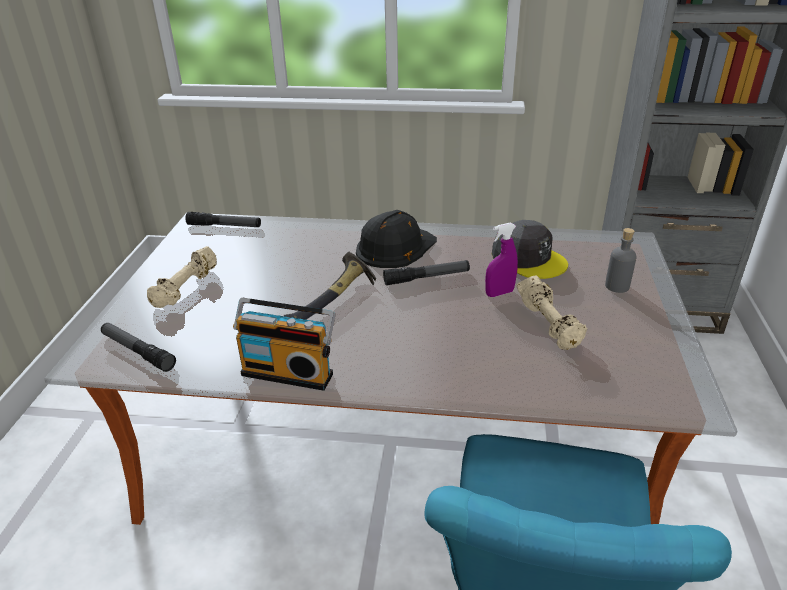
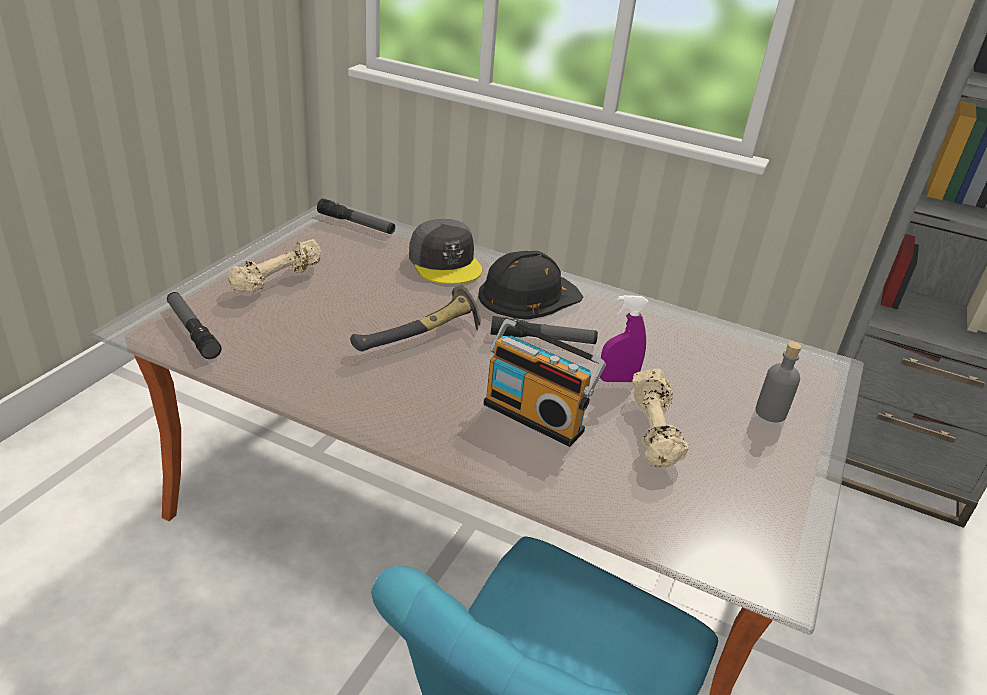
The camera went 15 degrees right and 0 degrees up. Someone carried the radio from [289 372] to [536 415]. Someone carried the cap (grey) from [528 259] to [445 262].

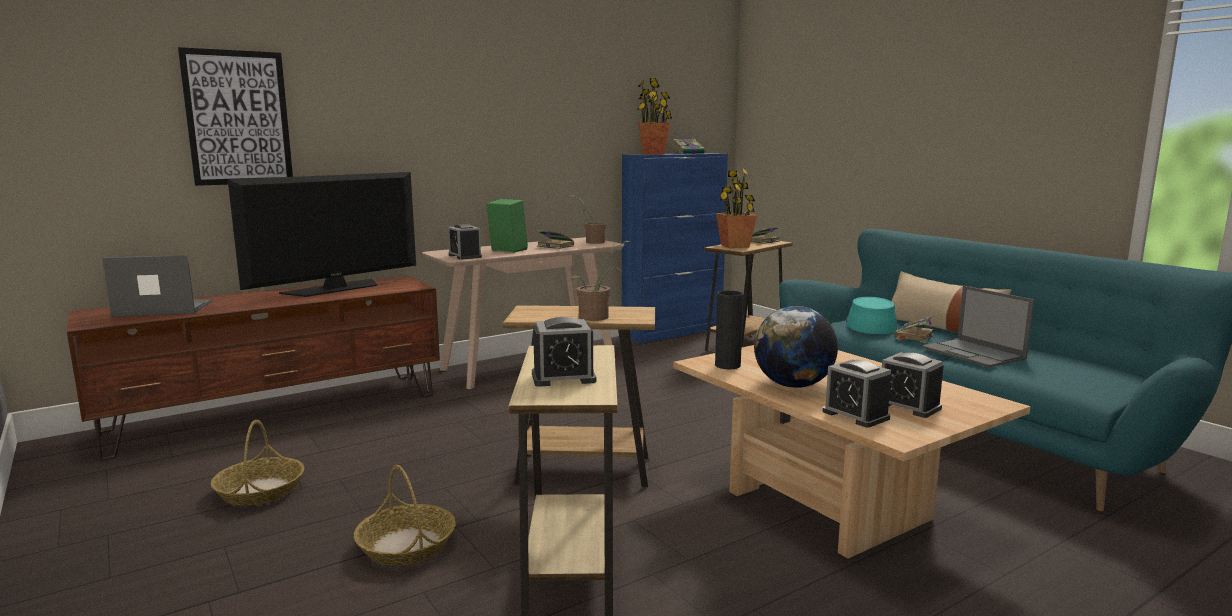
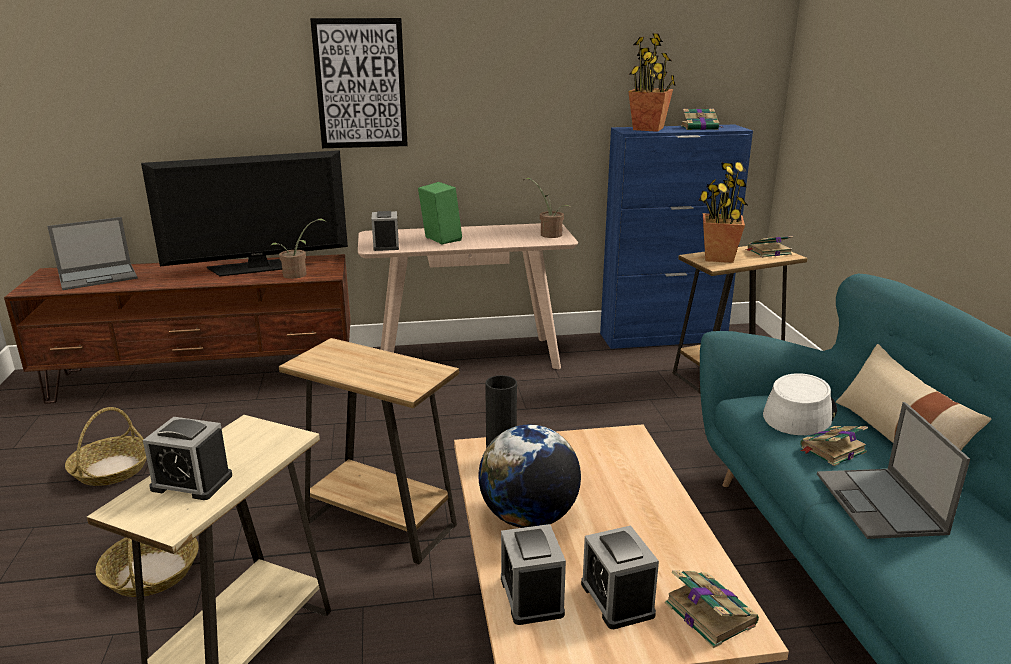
The camera went 25 degrees right and 10 degrees up. Someone rotated the laptop at [162 309] by 135 degrees clockwise. Someone carried the picture from [238 118] to [360 84]. Someone carried the book from [554 246] to [708 612]. Someone carried the potted plant from [598 316] to [298 275]. Someone repainted the hat (turquoise) at [870 325], which became the hat (grey) at [799 413].

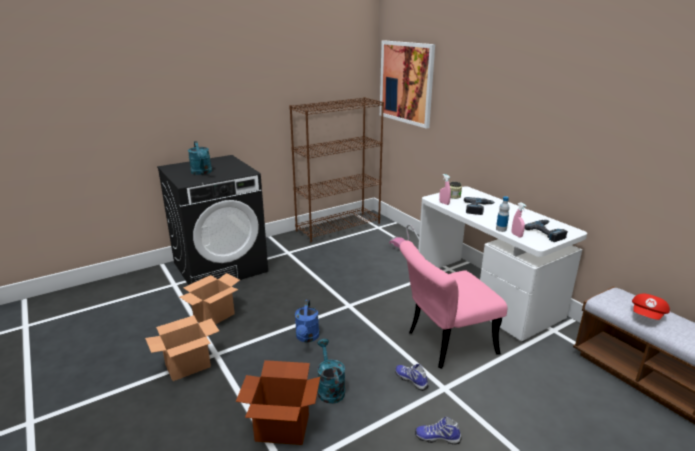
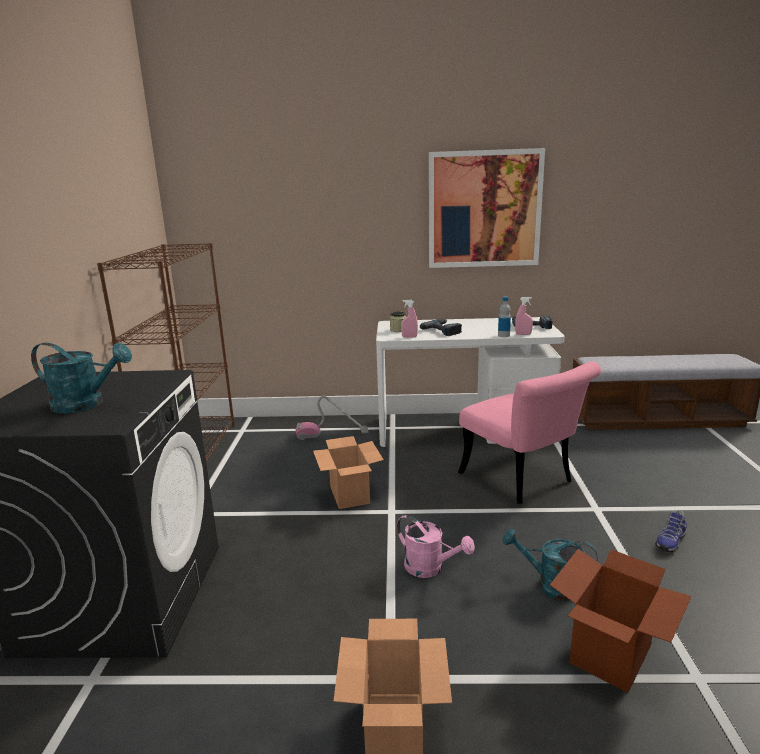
The camera went 55 degrees left and 5 degrees down. Someone carried the cardboard box from [214 317] to [350 495]. Someone repainted the watering can (blue) at [307 338], which became the watering can (pink) at [430 568]. Someone carried the picture from [406 83] to [484 209]. Someone took away the shoe at [411 380]. Someone rotated the chair (pink) at [444 343] by 45 degrees counterclockwise. Someone took away the cap (red) at [647 315].

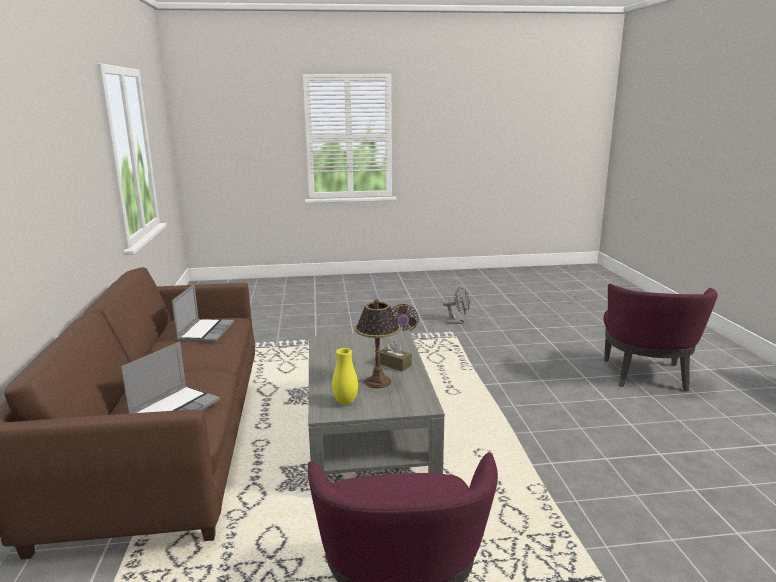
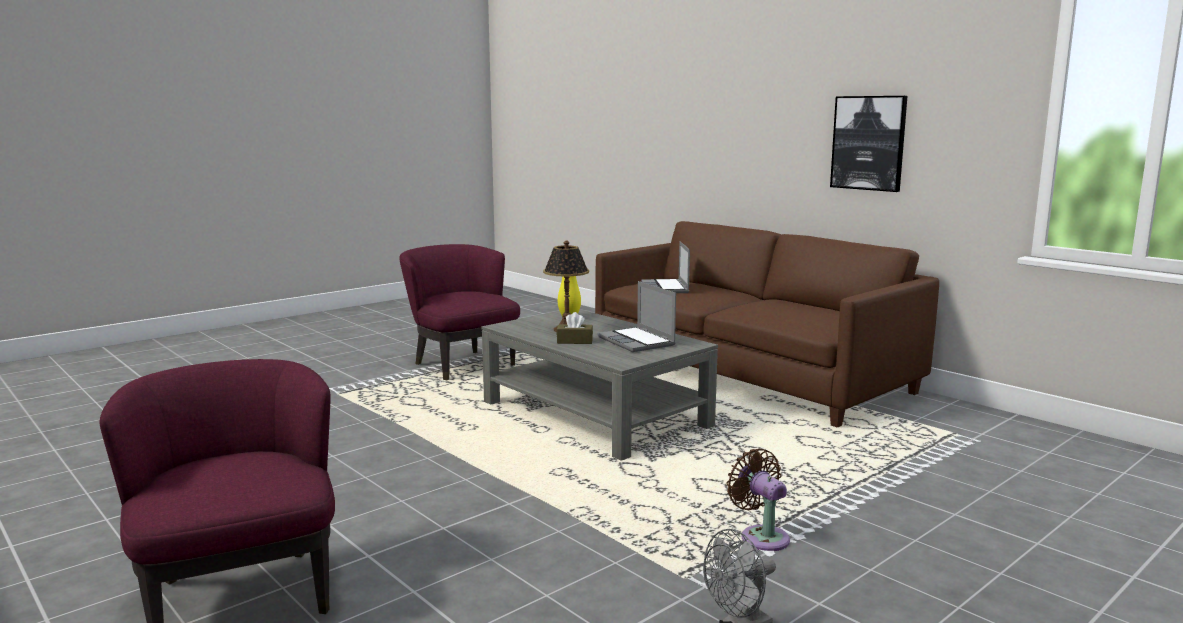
The camera went 145 degrees right and 5 degrees down. Someone carried the laptop from [205 331] to [637 341]. Someone put up the picture at [868 143].

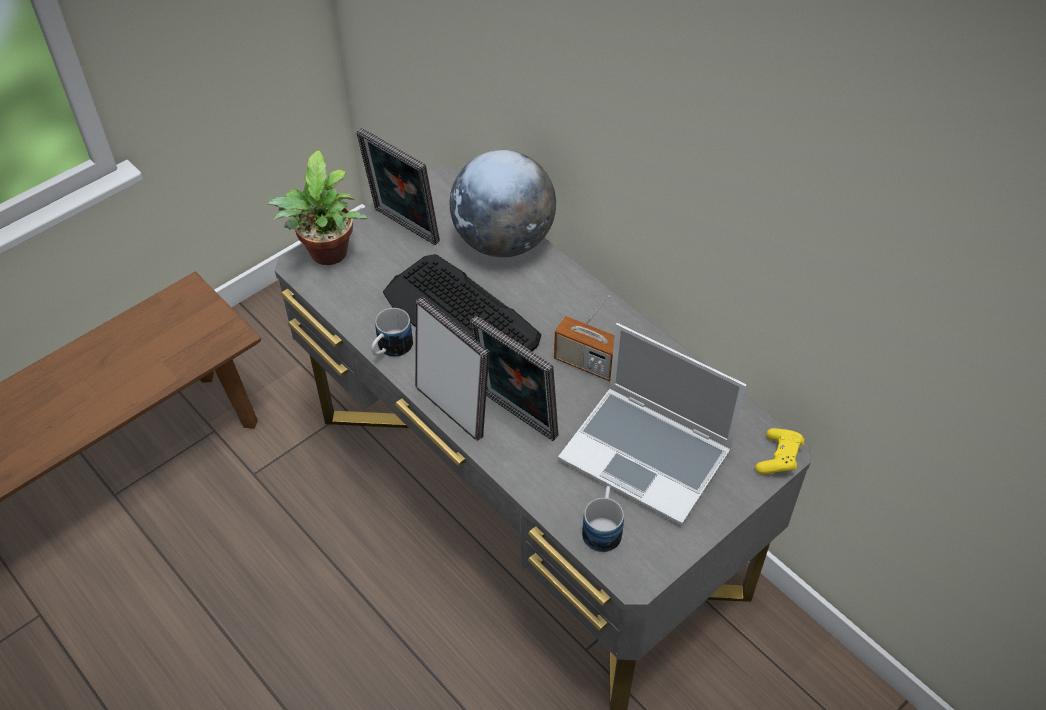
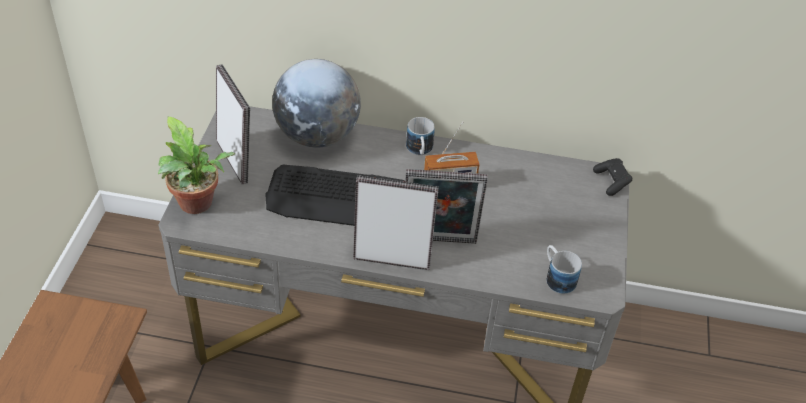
The camera went 40 degrees left and 5 degrees down. Someone rotated the picture frame at [403 228] by 120 degrees counterclockwise. Someone carried the mug from [390 349] to [420 151]. Someone took away the laptop at [648 456]. Someone repainted the game controller (yellow) at [779 458], which became the game controller (black) at [612 181].

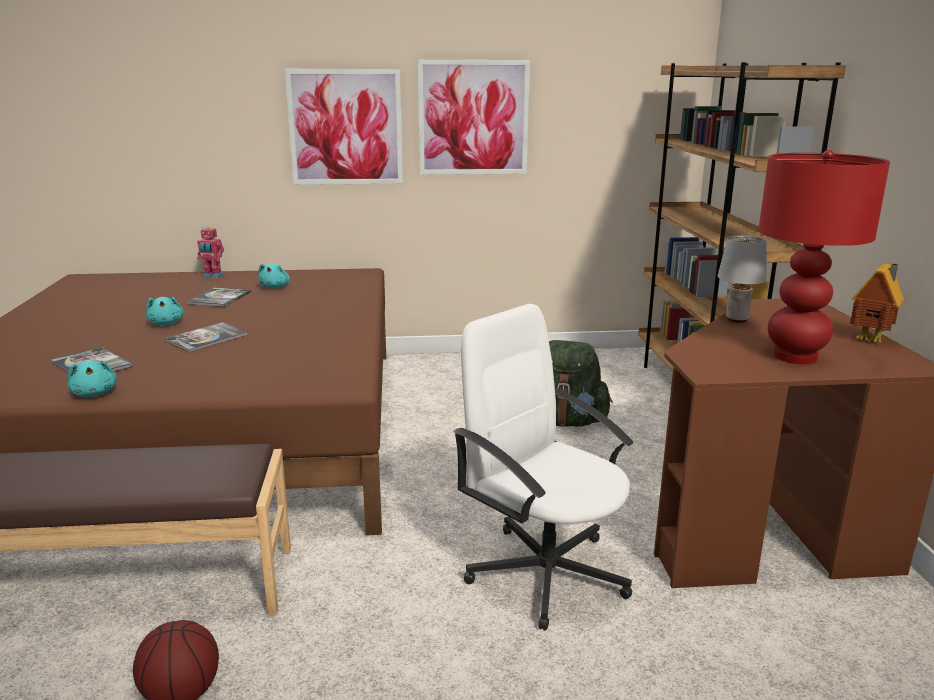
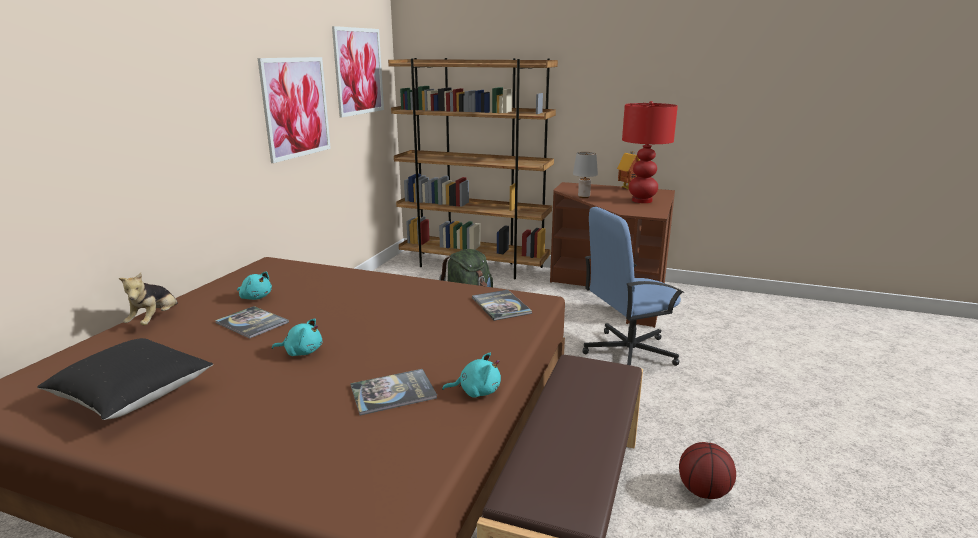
The camera went 65 degrees left and 0 degrees up. Someone carried the book from [206 338] to [501 306]. Someone swapped the toy robot at [213 276] for the plush toy at [155 320]. Someone carried the picture from [345 127] to [359 71]. Someone repainted the office chair (white) at [545 572], which became the office chair (blue) at [628 352]. Someone put down the pillow (black) at [133 396].

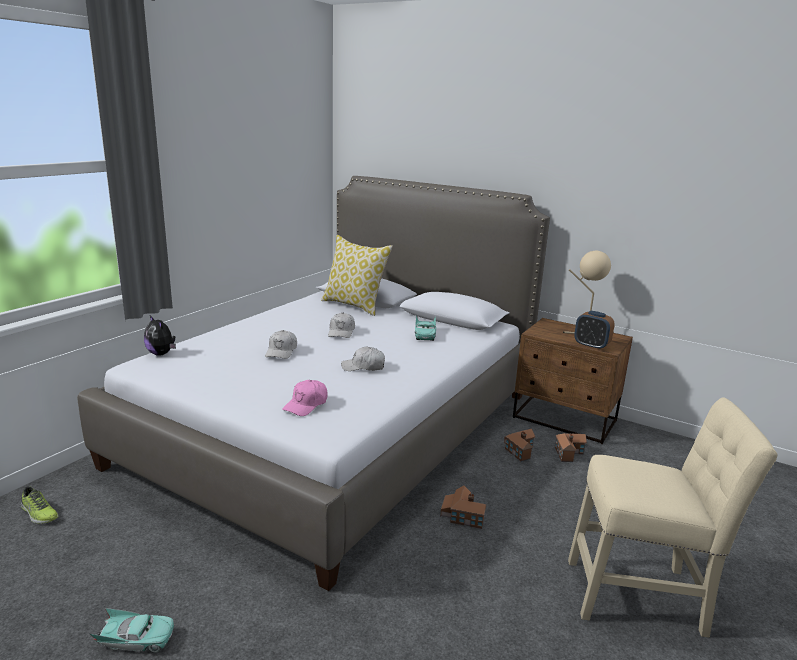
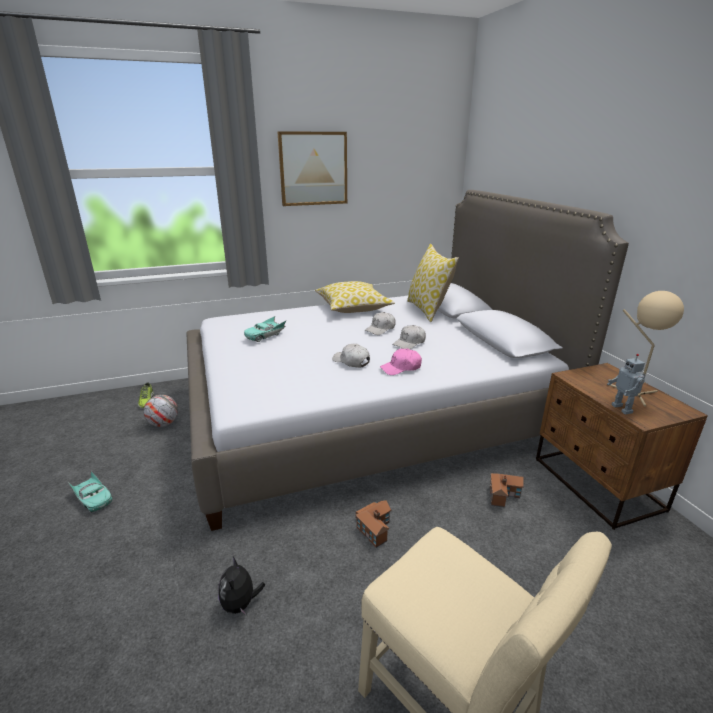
The camera went 40 degrees right and 5 degrees up. Someone carried the plush toy from [161 354] to [240 604]. Someone carried the cap (white) from [281 351] to [409 343]. Someone carried the cap (pink) from [306 405] to [401 368]. Someone carried the toy car (turquoise) from [425 334] to [265 335]. Someone took away the toy house at [569 452]. Someone swapped the alarm clock at [591 346] for the toy robot at [622 409]. Someone put down the football at [163 424]. Someone put up the picture at [313 169]. Someone put down the pillow at [353 307].

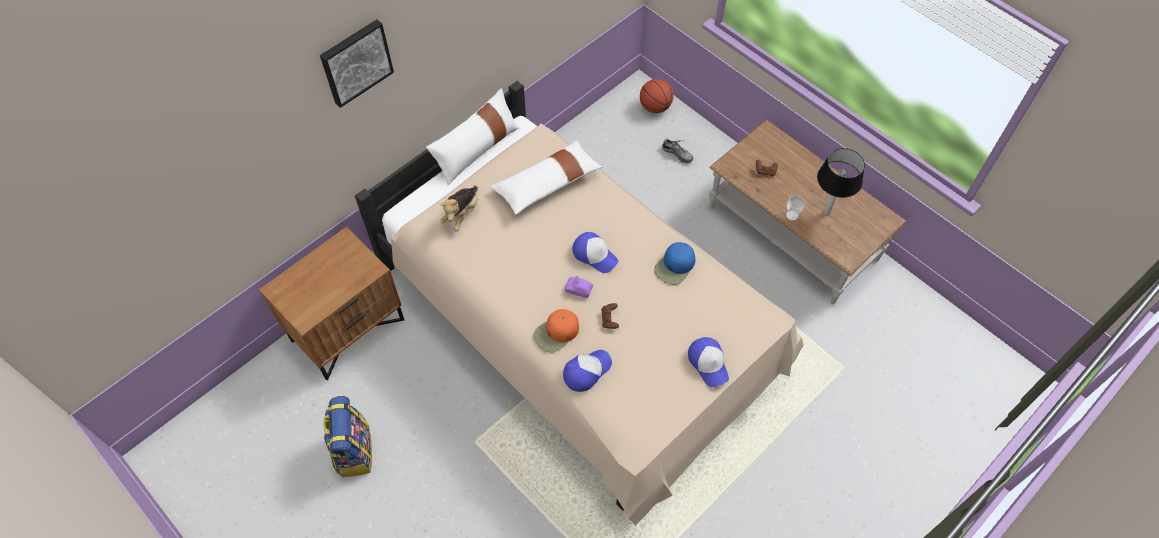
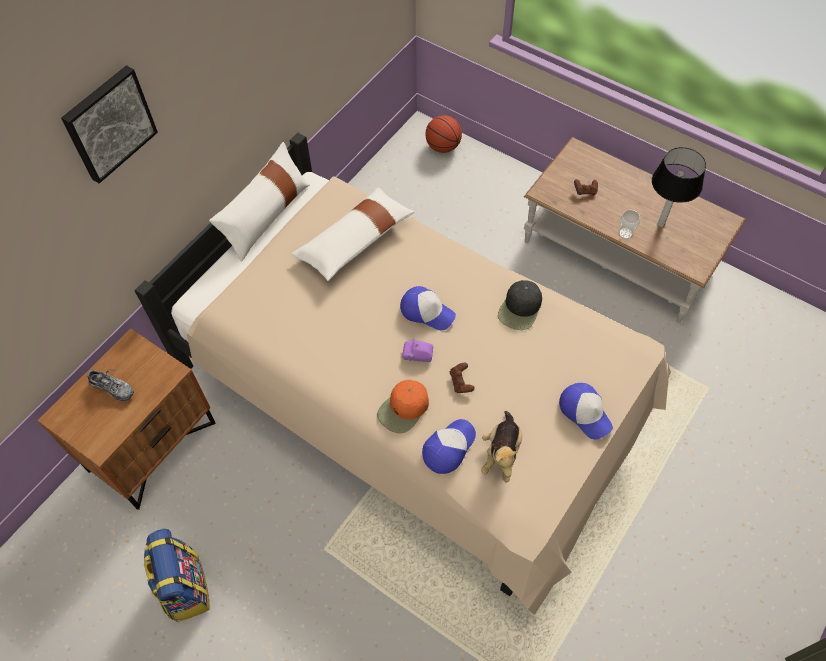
The camera went 10 degrees left and 0 degrees up. Someone carried the plush toy from [462 214] to [501 453]. Someone repainted the cap (blue) at [675 266], which became the cap (black) at [520 309]. Someone carried the shoe from [677 154] to [112 388].

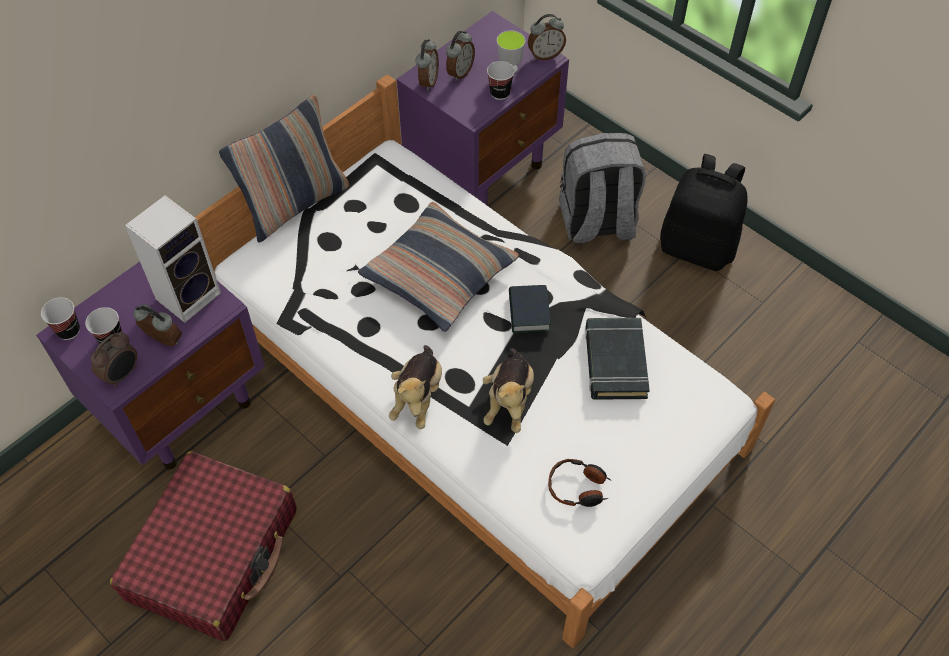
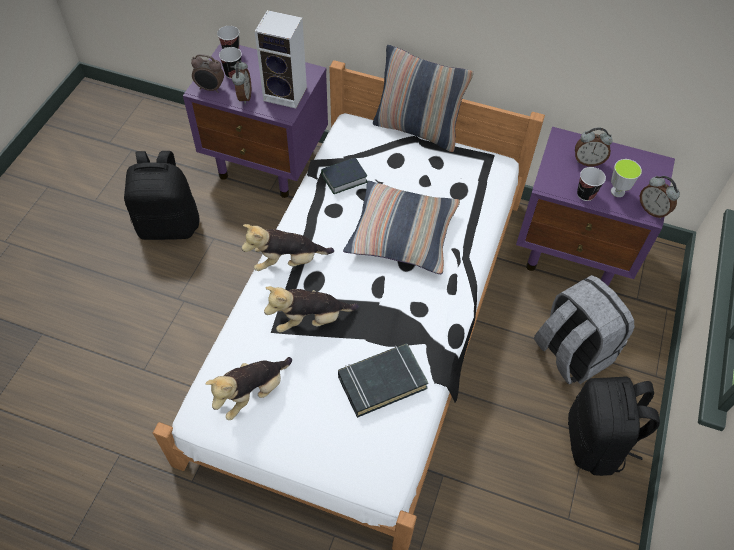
The camera went 65 degrees right and 0 degrees up. Someone swapped the suitcase (red) at [214 554] for the backpack (black) at [169 225]. Someone took away the alarm clock at [427 82]. Someone carried the book from [528 312] to [344 178]. Someone swapped the headphones at [578 487] for the plush toy at [252 393].

